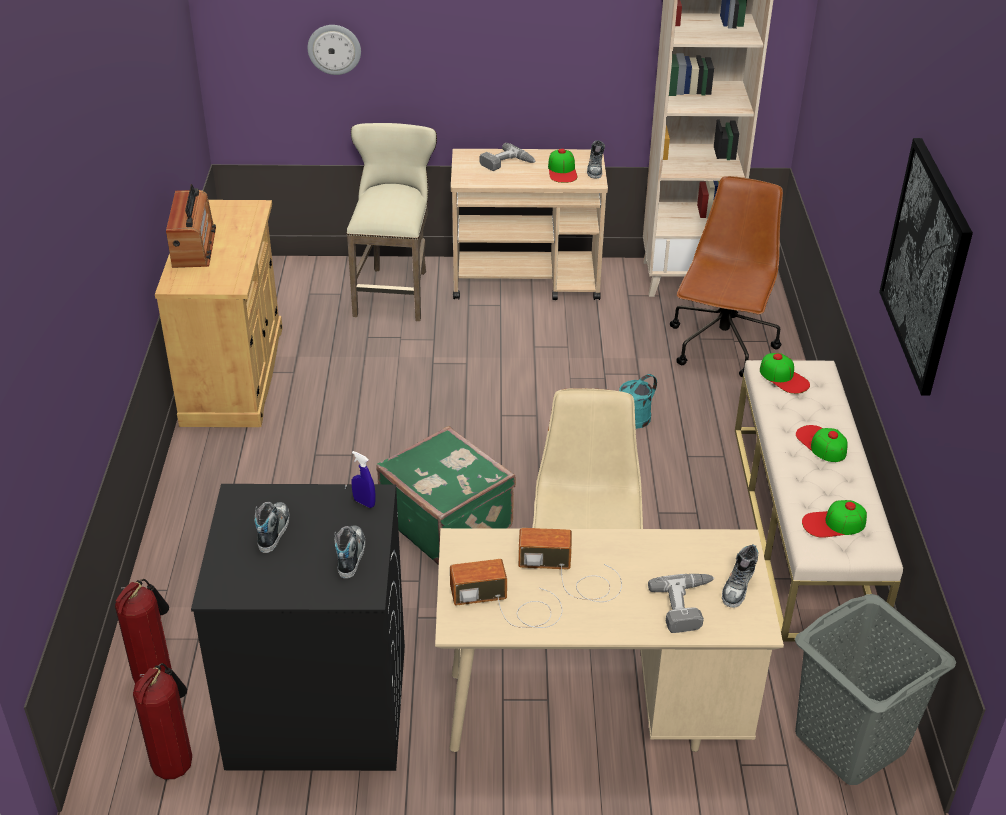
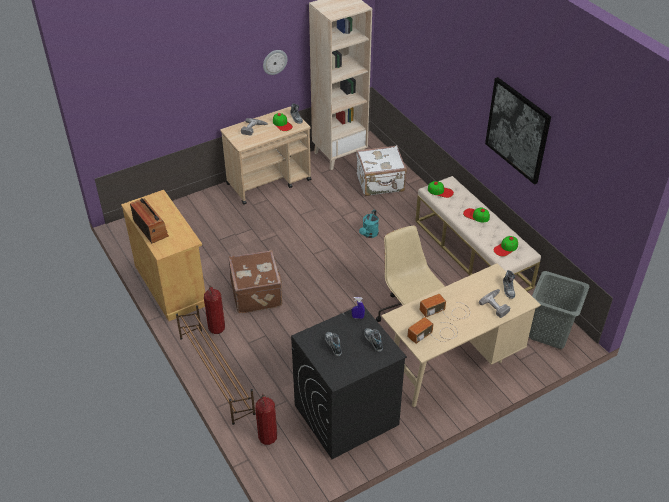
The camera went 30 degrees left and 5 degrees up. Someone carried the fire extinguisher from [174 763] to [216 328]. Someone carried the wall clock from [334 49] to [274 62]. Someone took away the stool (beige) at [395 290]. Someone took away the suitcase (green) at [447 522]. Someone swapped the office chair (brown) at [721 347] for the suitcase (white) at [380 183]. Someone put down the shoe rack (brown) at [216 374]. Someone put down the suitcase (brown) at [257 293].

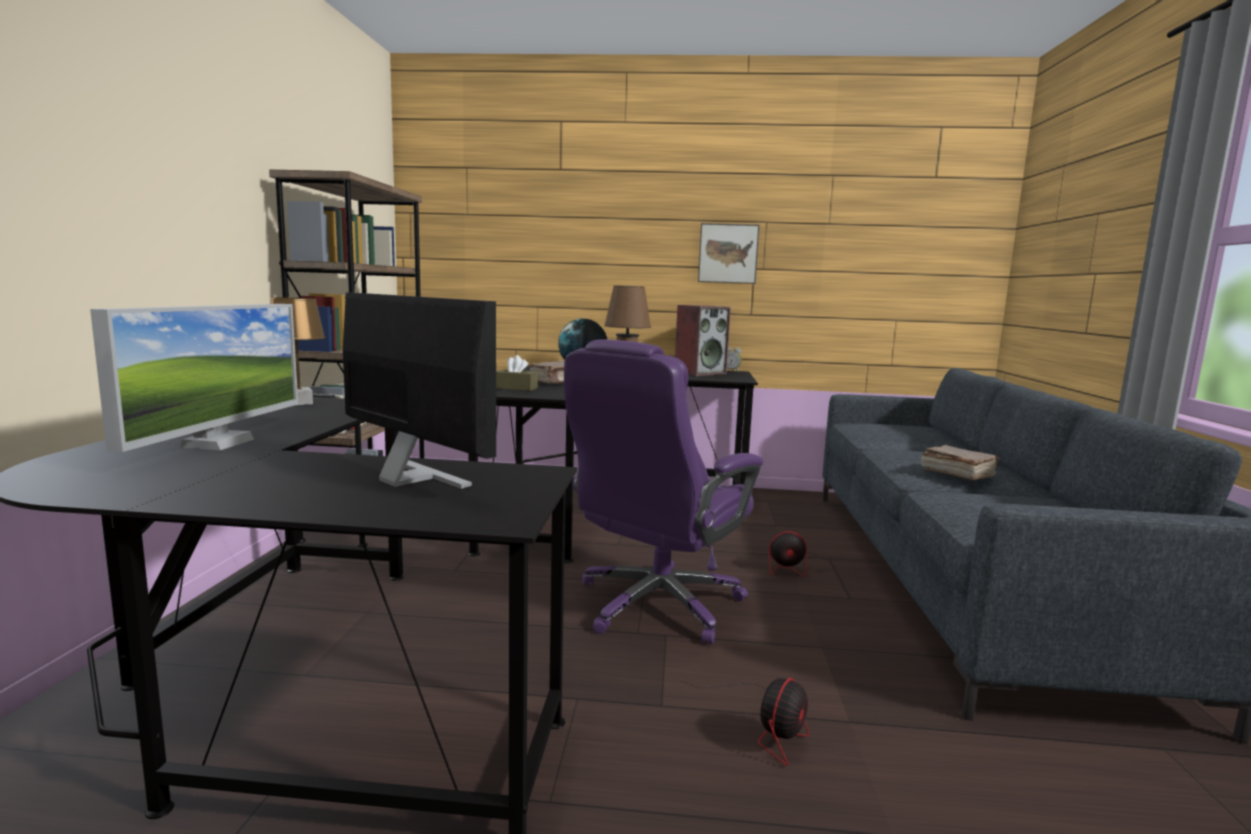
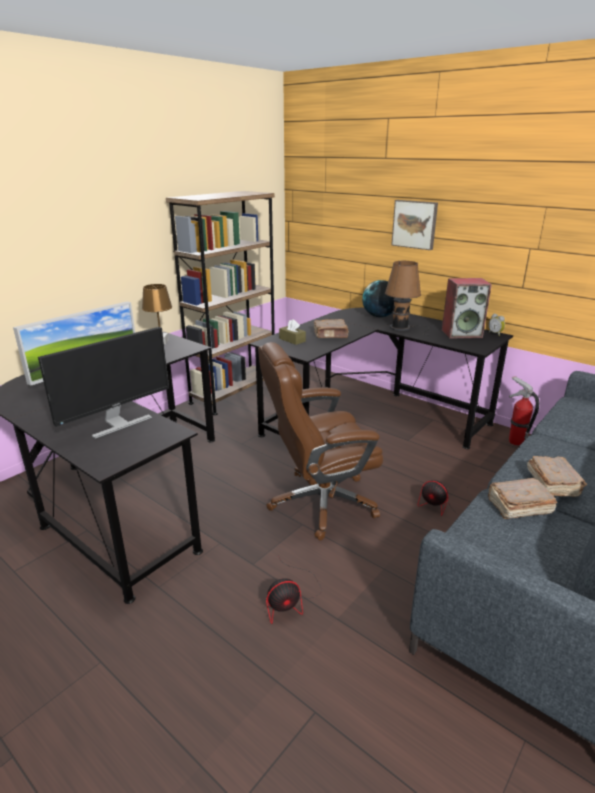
The camera went 35 degrees right and 15 degrees up. Someone rotated the monitor at [412 478] by 60 degrees clockwise. Someone repainted the office chair (purple) at [656 605], which became the office chair (brown) at [320 503]. Someone carried the picture from [728 254] to [415 224]. Someone put down the book (brown) at [518 507]. Someone put down the fire extinguisher at [515 442].

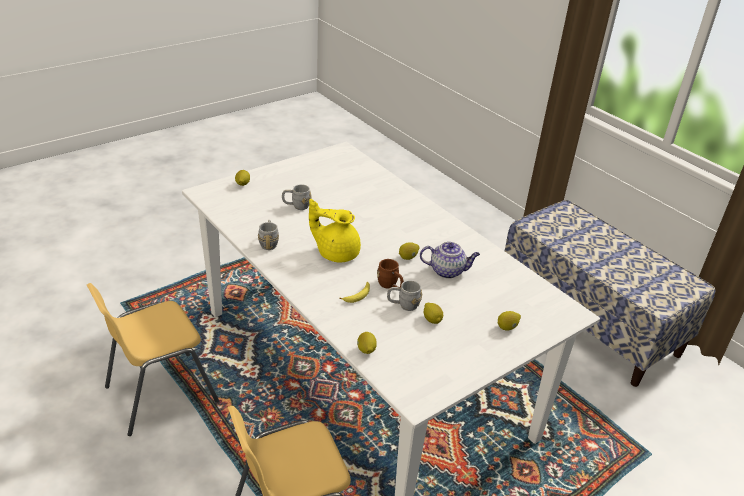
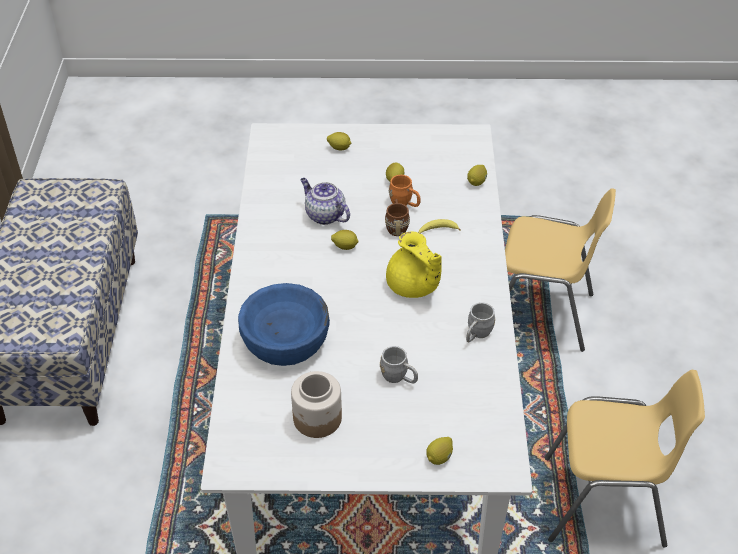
The camera went 140 degrees left and 10 degrees up. Someone repainted the mug (grey) at [403 305], which became the mug (orange) at [404 203]. Someone put down the bowl (blue) at [285 340]. Someone put down the jar at [317 419].

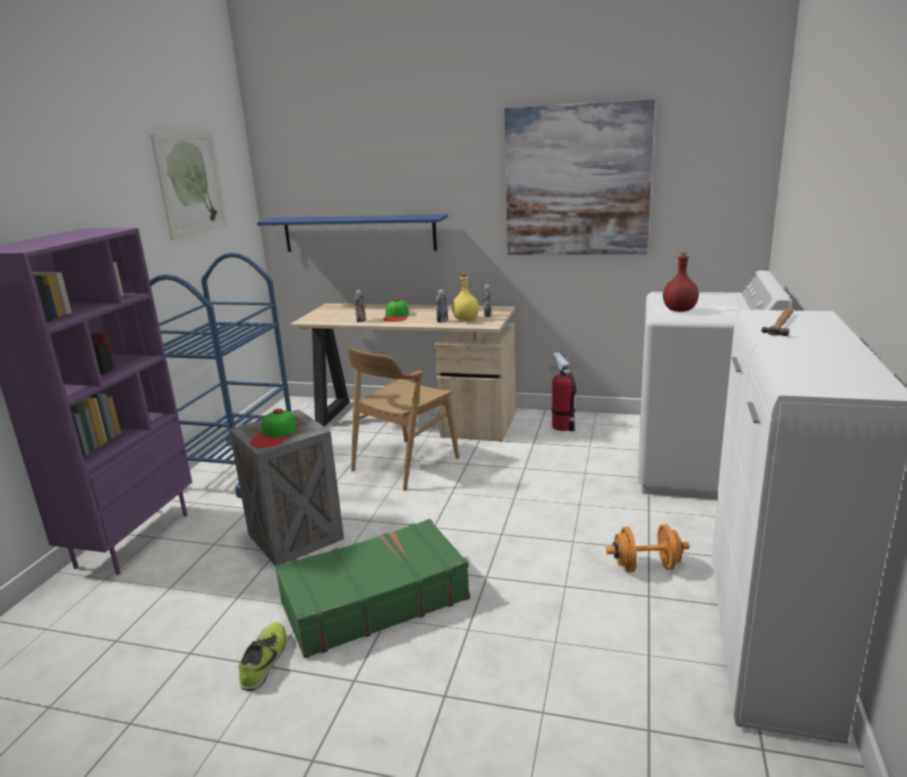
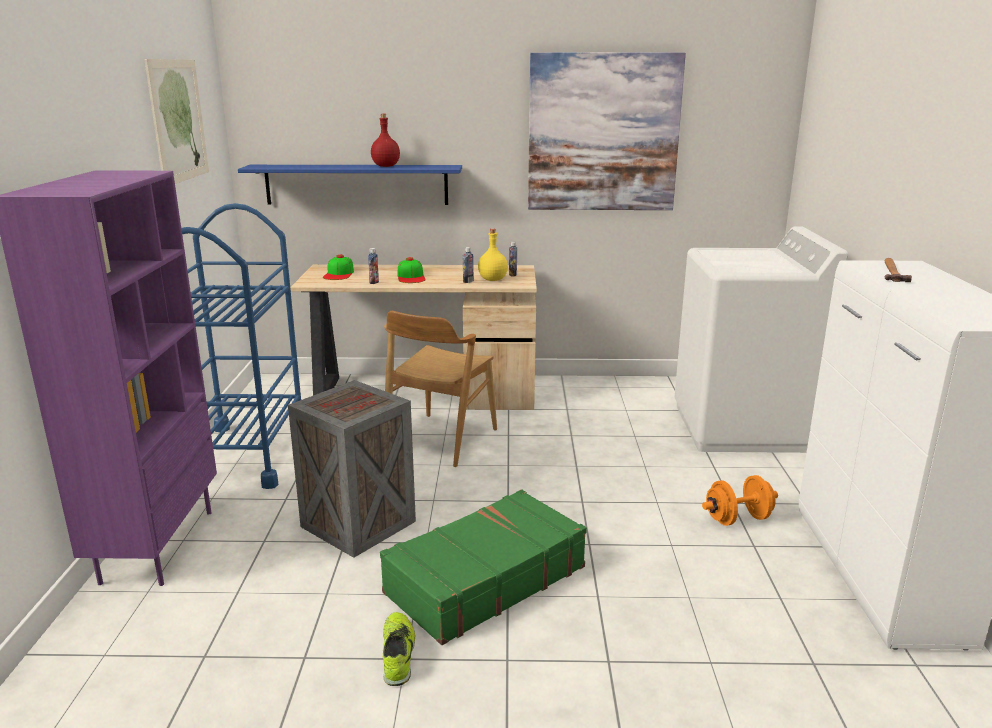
The camera went 15 degrees left and 0 degrees up. Someone carried the cap from [274 434] to [339 274]. Someone took away the fire extinguisher at [563 426]. Someone carried the bottle (red) from [679 310] to [386 166].

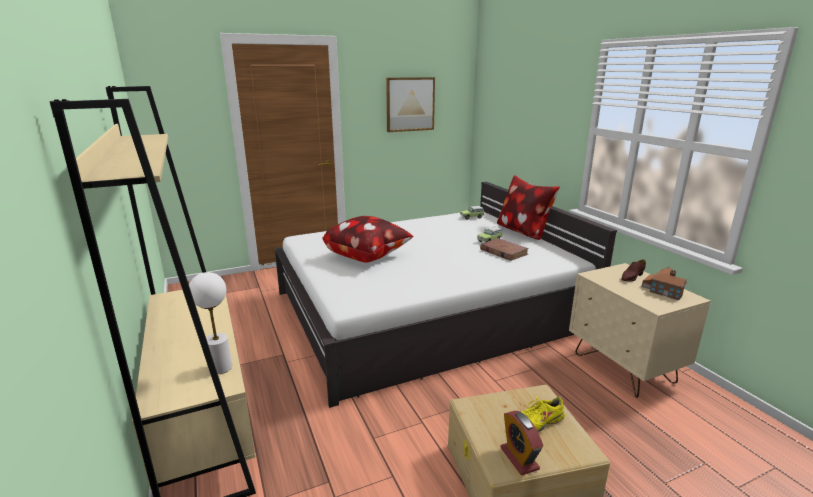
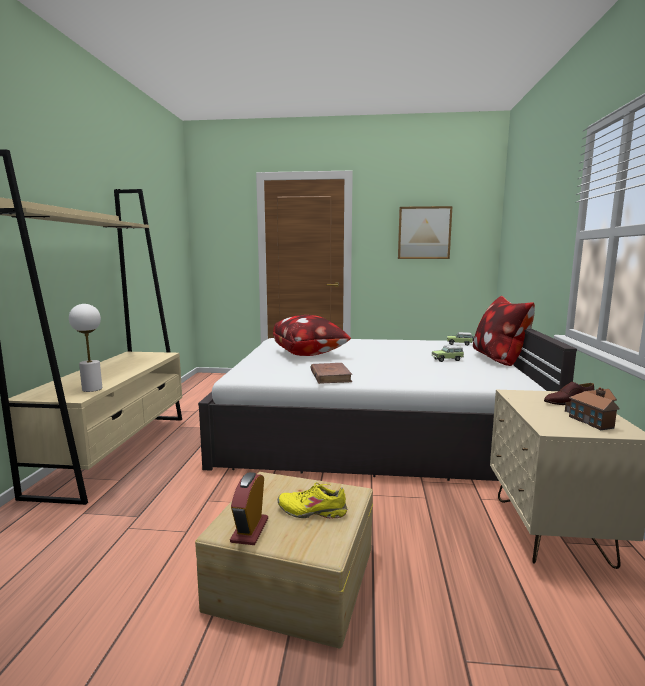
The camera went 30 degrees right and 10 degrees down. Someone carried the book (brown) from [503 252] to [330 376].

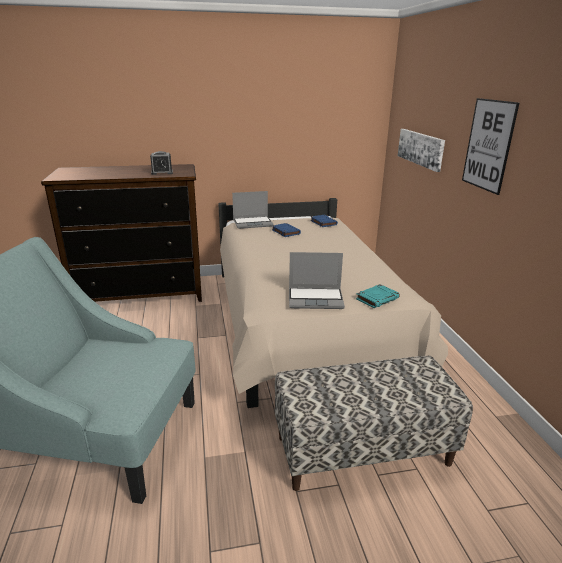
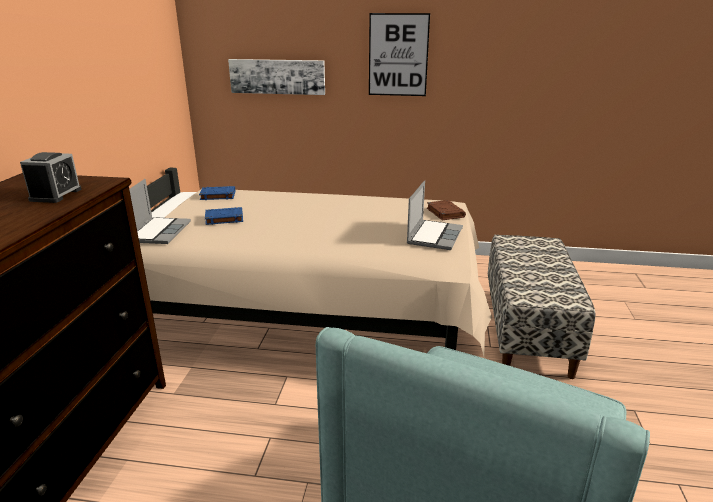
The camera went 70 degrees left and 0 degrees up. Someone repainted the book (turquoise) at [377 298], which became the book (brown) at [445 212].

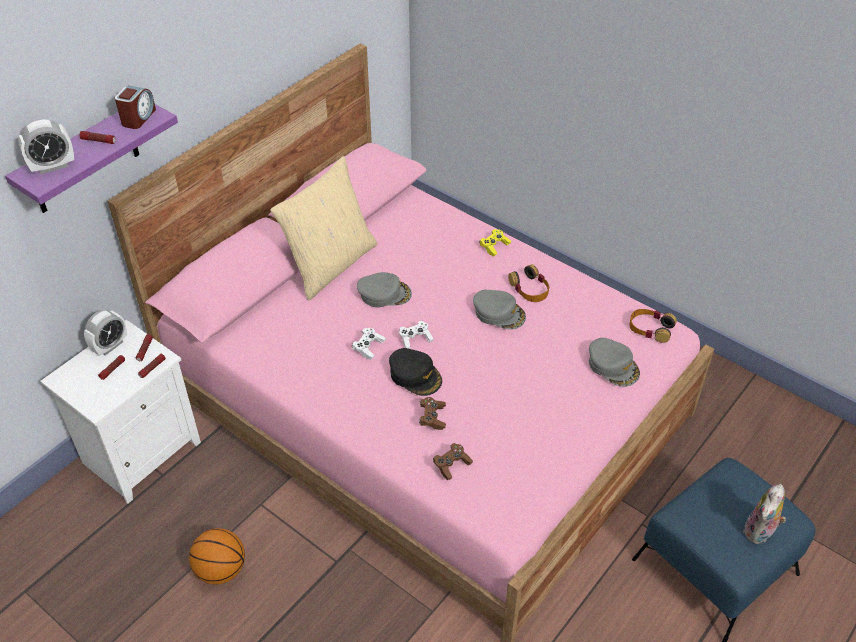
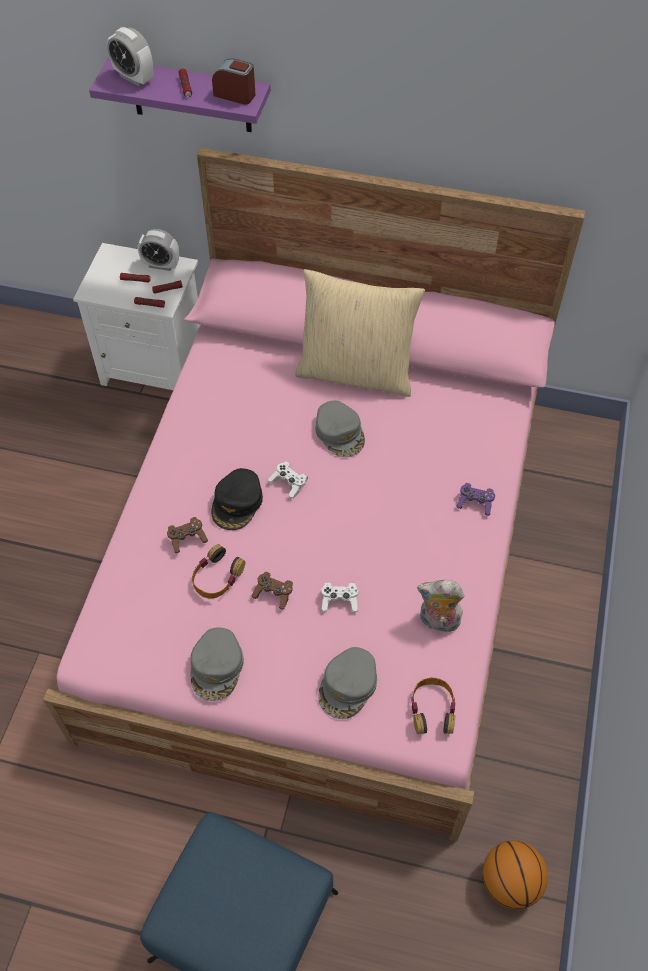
The camera went 65 degrees right and 10 degrees up. Someone rotated the alarm clock at [138 118] by 150 degrees counterclockwise. Someone carried the basketball from [221 569] to [510 881]. Someone carried the game controller (white) from [368 347] to [339 601]. Someone carried the game controller (brown) from [451 465] to [273 593]. Someone carried the cap (grey) from [499 313] to [217 667]. Someone repainted the game controller (yellow) at [494 246], which became the game controller (purple) at [475 503]. Someone carried the headphones from [529 288] to [217 577]. Someone carried the plush toy from [760 532] to [438 622].

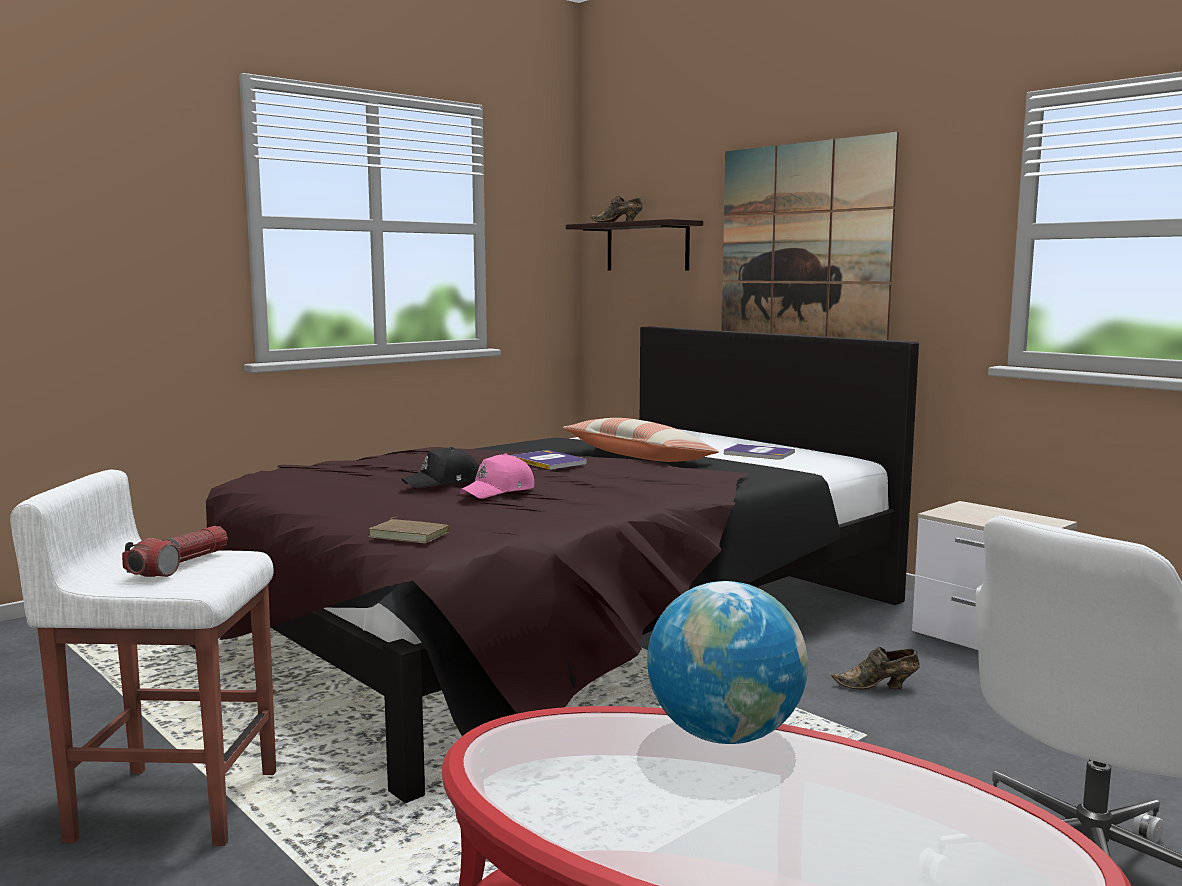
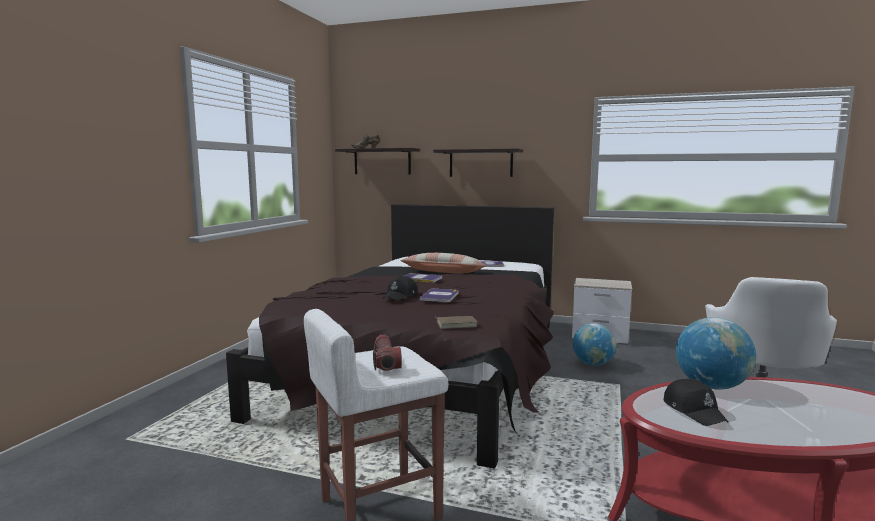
The camera went 30 degrees left and 0 degrees up. Someone swapped the cap (pink) at [499 491] for the book at [440 296]. Someone swapped the picture at [803 247] for the shelf at [480 163]. Someone swapped the shoe (brown) at [878 687] for the globe at [593 364]. Someone put down the cap (black) at [694 410].

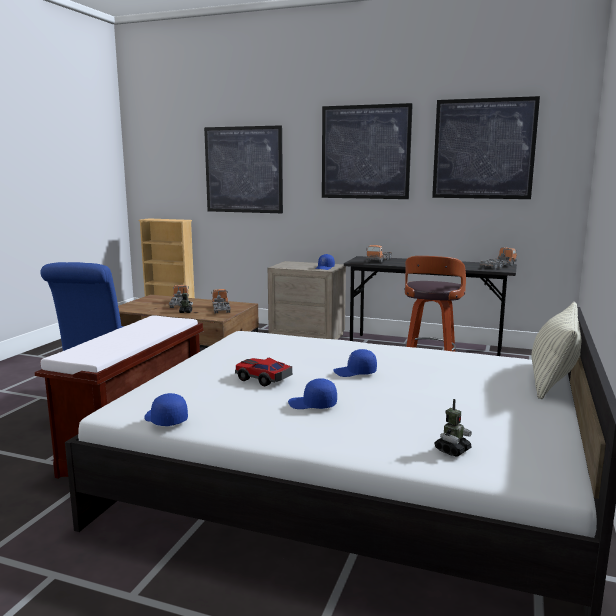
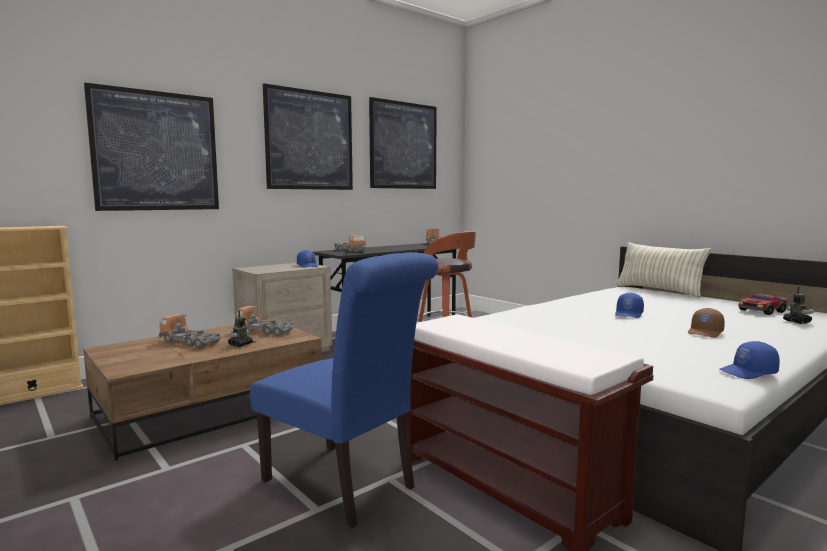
The camera went 60 degrees left and 5 degrees down. Someone carried the toy car from [263 379] to [762 311]. Someone repainted the cap (blue) at [312 405], which became the cap (brown) at [705 333].

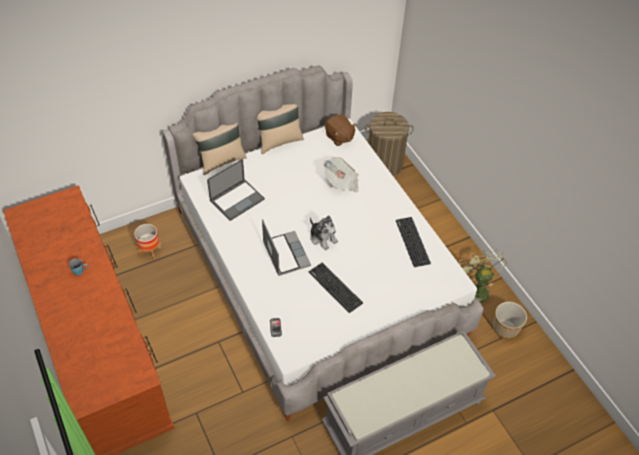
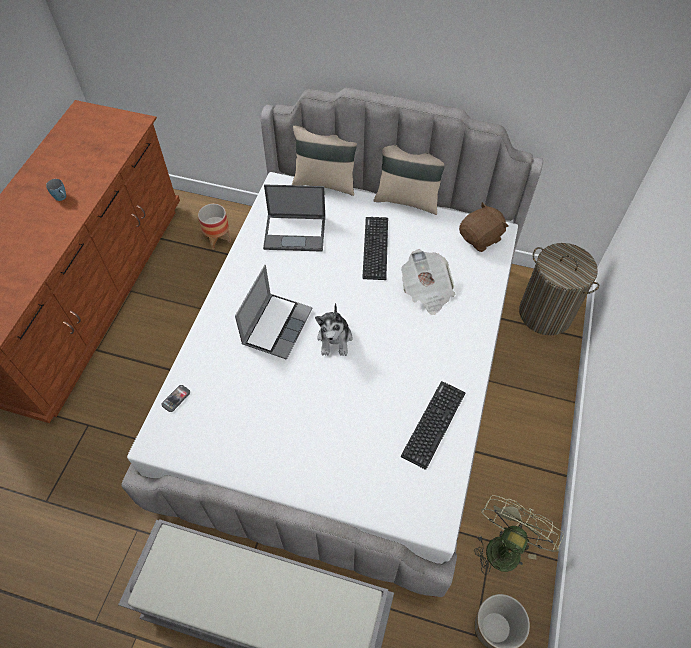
The camera went 45 degrees right and 5 degrees up. Someone carried the keyboard from [335 287] to [375 248]. Someone rotated the plush toy (brown) at [339 137] by 135 degrees counterclockwise.

